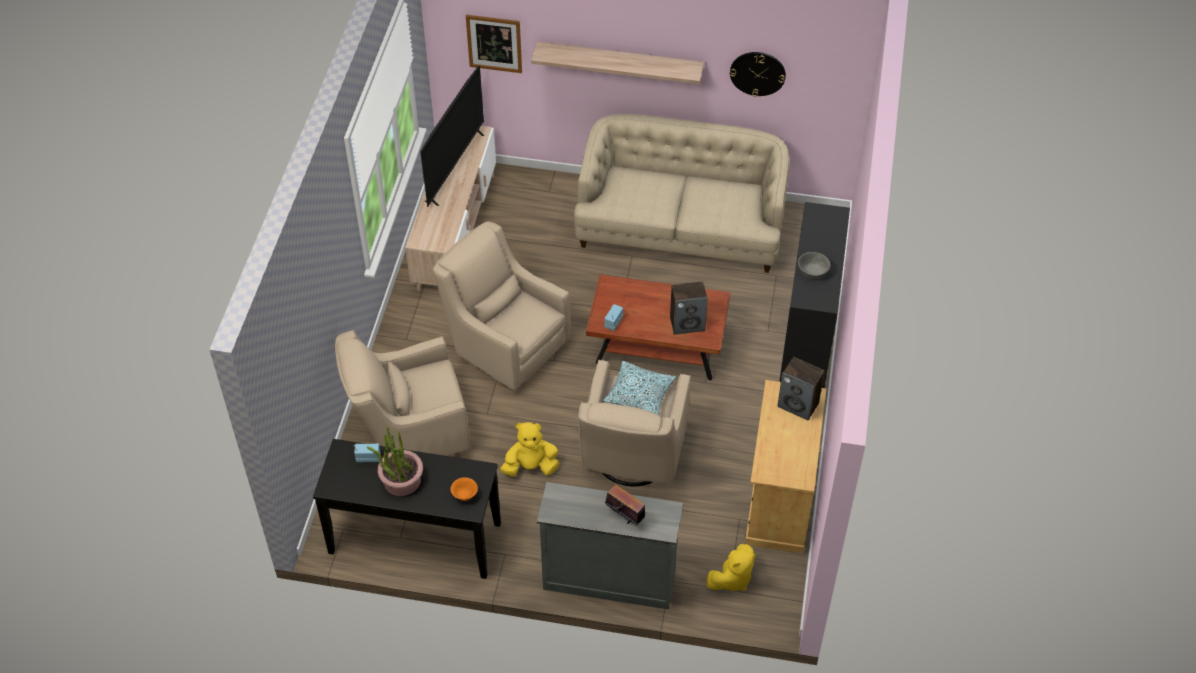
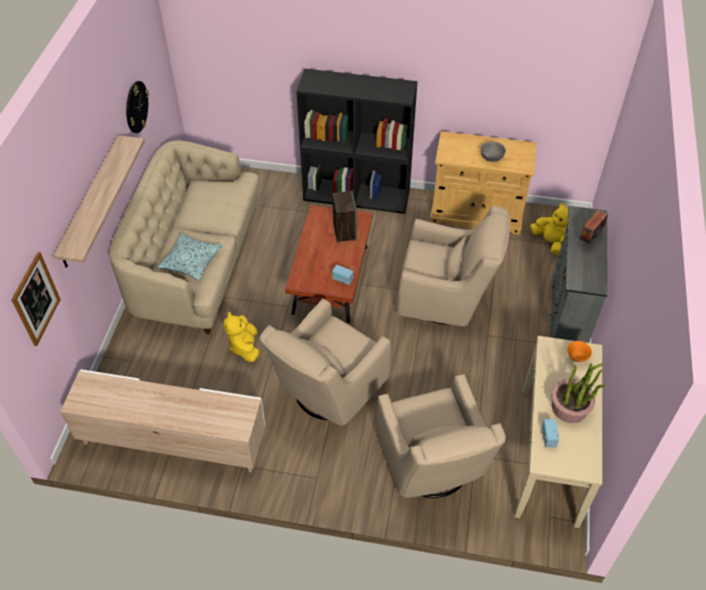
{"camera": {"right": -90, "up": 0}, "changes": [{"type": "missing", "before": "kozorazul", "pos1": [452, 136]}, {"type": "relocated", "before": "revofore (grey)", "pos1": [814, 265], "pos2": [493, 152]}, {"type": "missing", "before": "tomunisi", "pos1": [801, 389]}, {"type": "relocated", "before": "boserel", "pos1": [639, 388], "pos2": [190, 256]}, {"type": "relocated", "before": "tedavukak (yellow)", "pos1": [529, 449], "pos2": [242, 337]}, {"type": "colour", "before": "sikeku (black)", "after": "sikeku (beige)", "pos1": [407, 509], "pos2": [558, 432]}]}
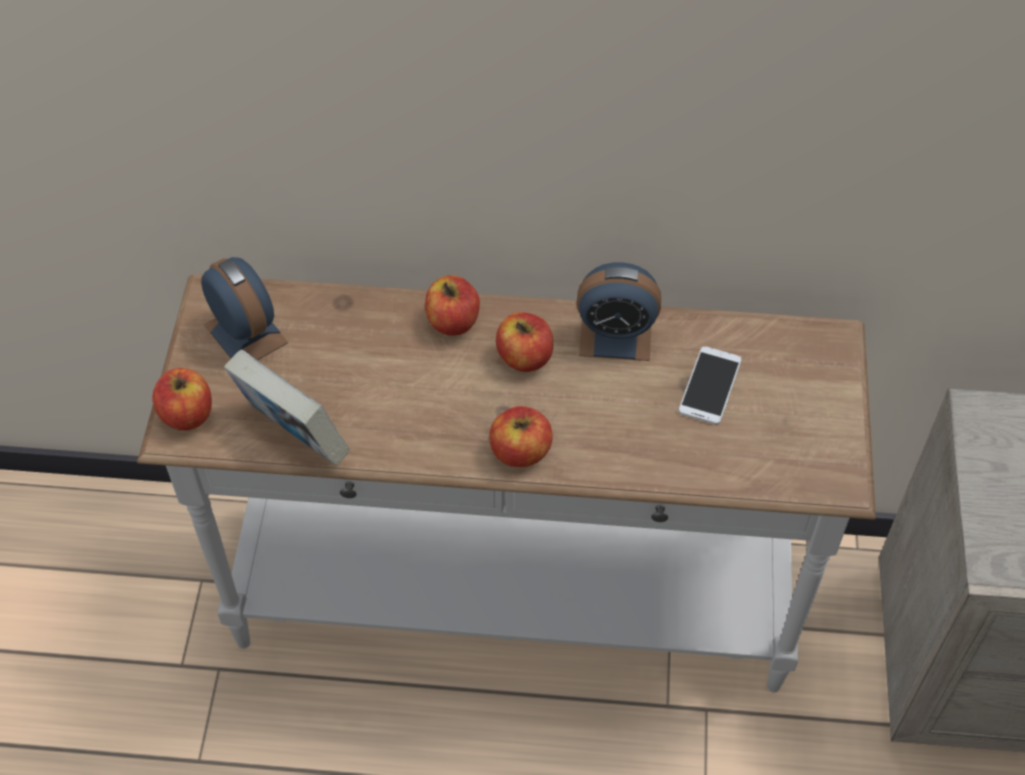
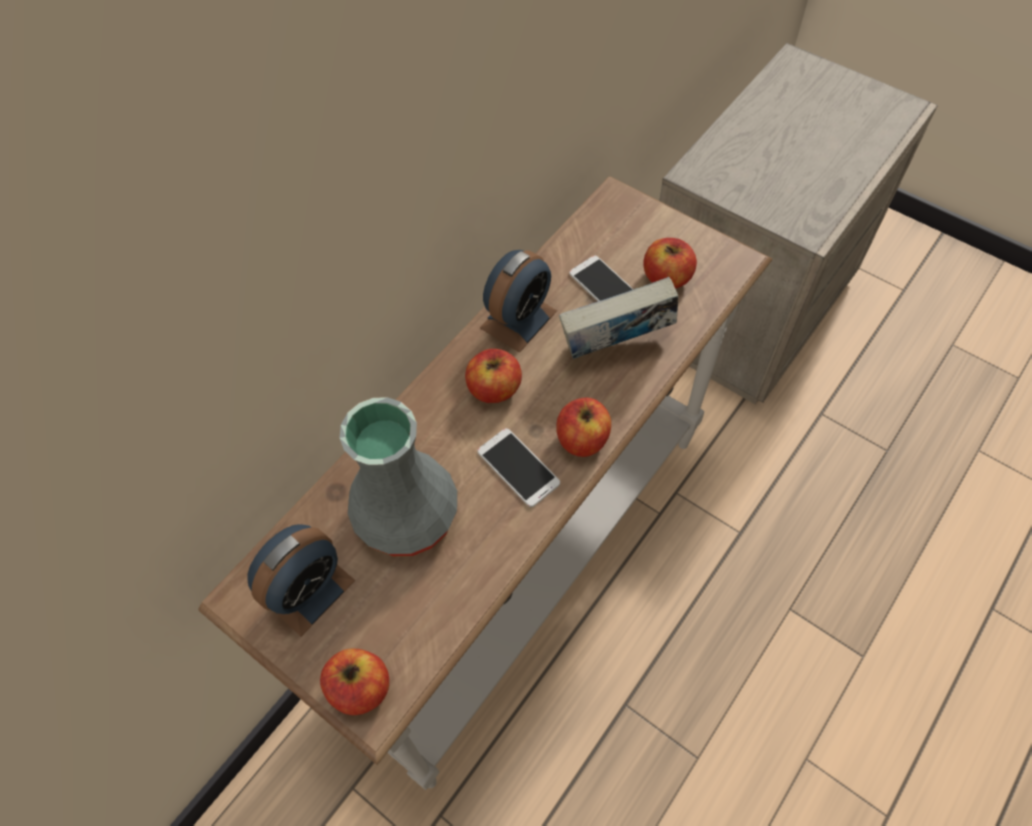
{"camera": {"right": -55, "up": 5}, "changes": [{"type": "spun", "before": "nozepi", "pos1": [244, 308], "pos2": [301, 580], "turn": 135}, {"type": "relocated", "before": "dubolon", "pos1": [452, 305], "pos2": [670, 263]}, {"type": "relocated", "before": "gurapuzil", "pos1": [287, 408], "pos2": [618, 318]}, {"type": "appeared", "after": "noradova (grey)", "pos2": [398, 476]}, {"type": "appeared", "after": "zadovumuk", "pos2": [519, 467]}]}
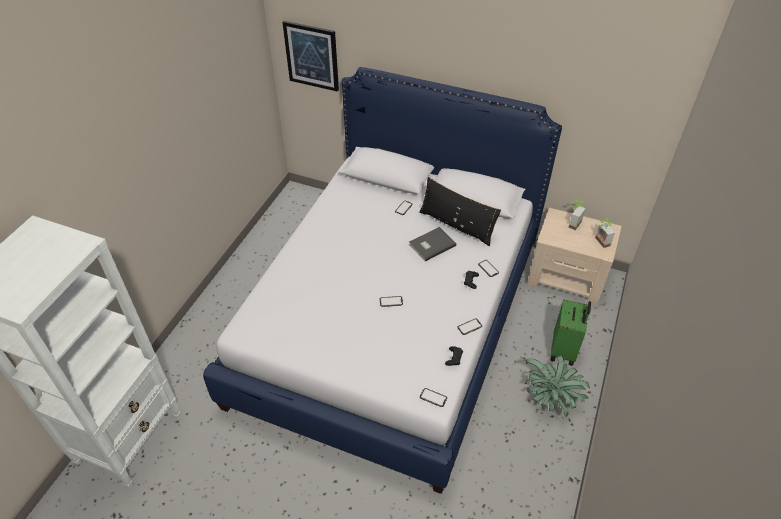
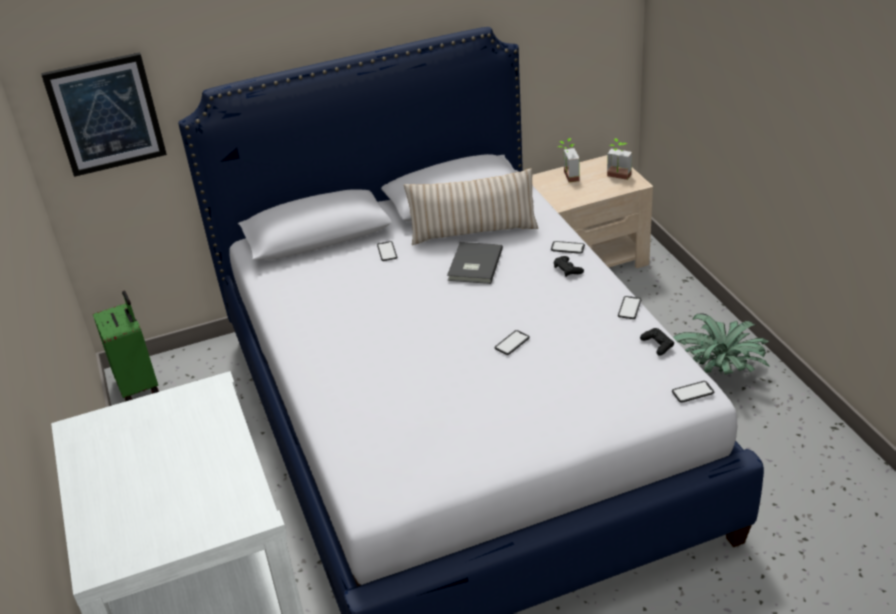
{"camera": {"right": -40, "up": -10}, "changes": [{"type": "colour", "before": "boserel (black)", "after": "boserel (beige)", "pos1": [460, 211], "pos2": [471, 206]}, {"type": "relocated", "before": "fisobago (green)", "pos1": [570, 332], "pos2": [126, 346]}]}
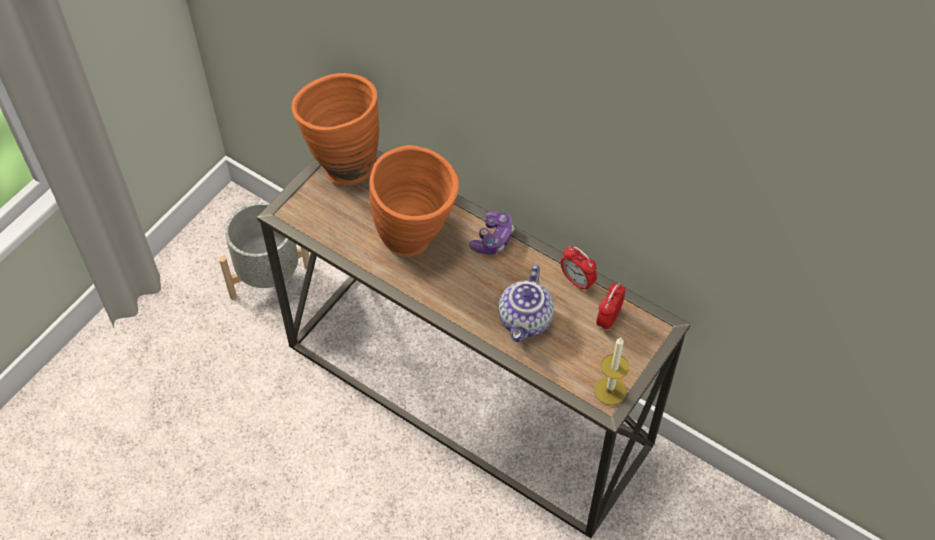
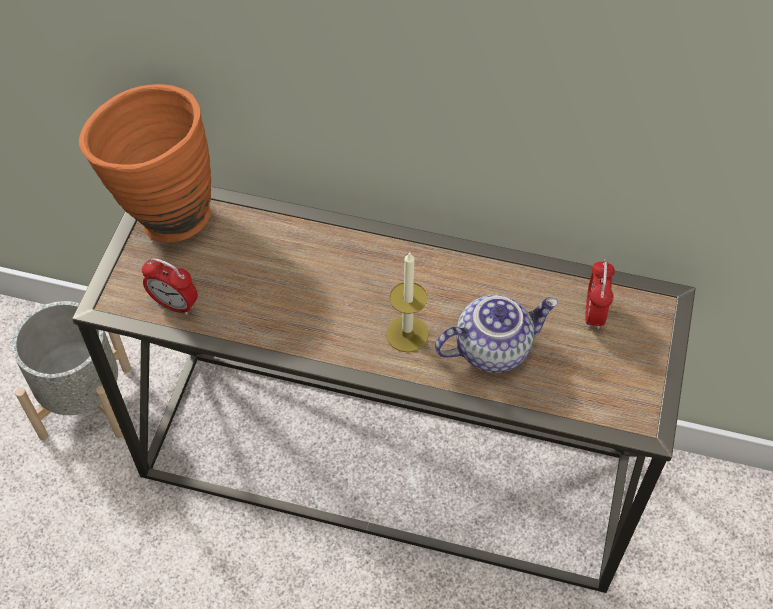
{"camera": {"right": -20, "up": 0}, "changes": [{"type": "missing", "before": "noradova (orange)", "pos1": [414, 200]}, {"type": "missing", "before": "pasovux", "pos1": [491, 233]}, {"type": "relocated", "before": "nozepi", "pos1": [579, 268], "pos2": [170, 286]}, {"type": "spun", "before": "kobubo", "pos1": [526, 303], "pos2": [496, 334], "turn": -105}, {"type": "relocated", "before": "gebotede", "pos1": [611, 371], "pos2": [407, 302]}]}
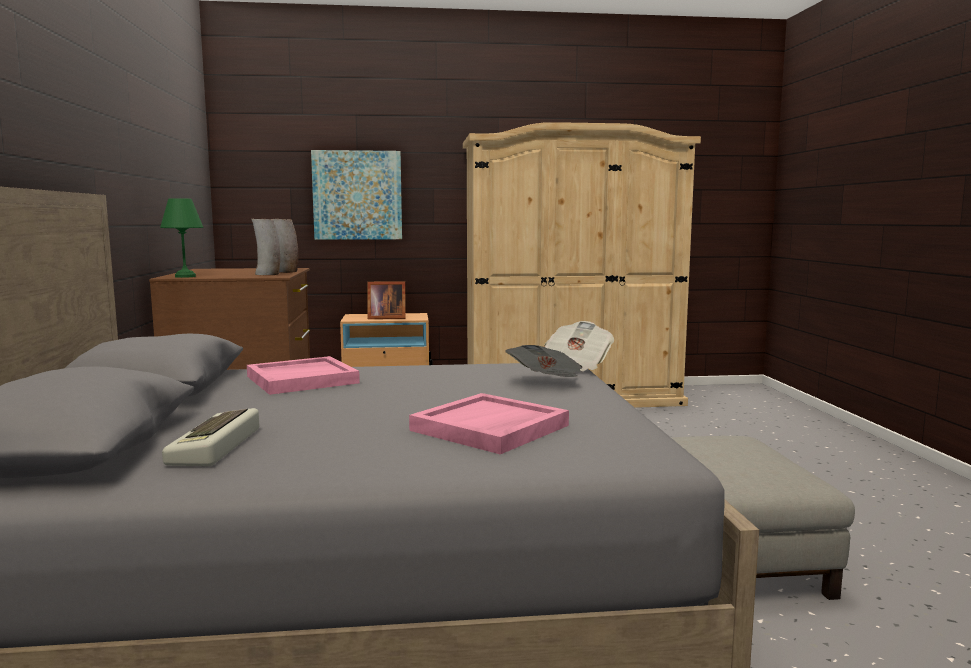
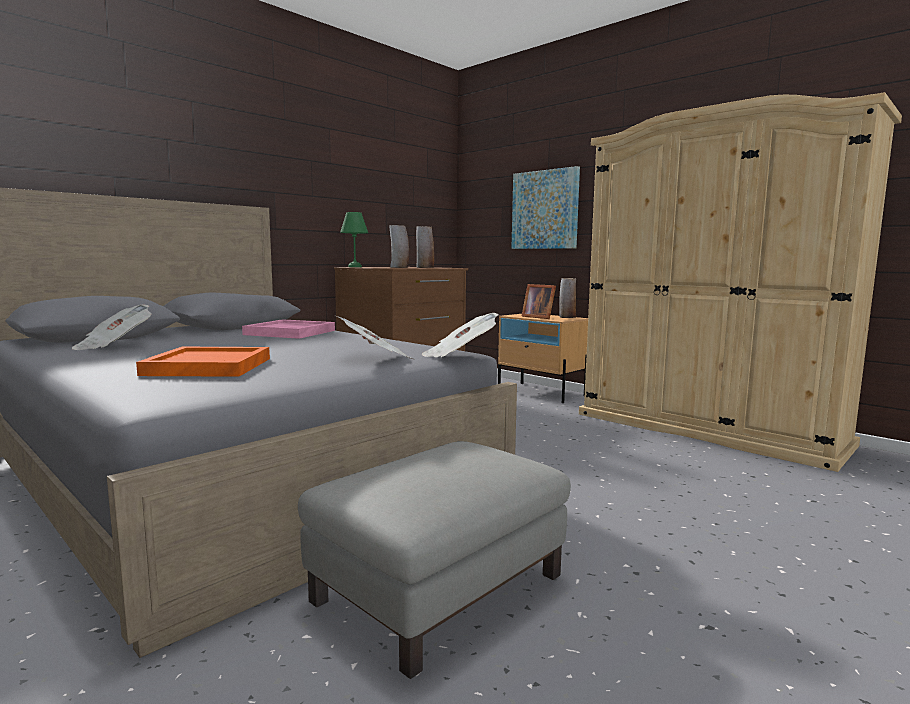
{"camera": {"right": 50, "up": 0}, "changes": [{"type": "colour", "before": "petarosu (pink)", "after": "petarosu (orange)", "pos1": [489, 423], "pos2": [203, 362]}, {"type": "exchanged", "before": "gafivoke", "after": "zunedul", "pos1": [210, 437], "pos2": [111, 327]}, {"type": "appeared", "after": "noradova", "pos2": [567, 298]}]}
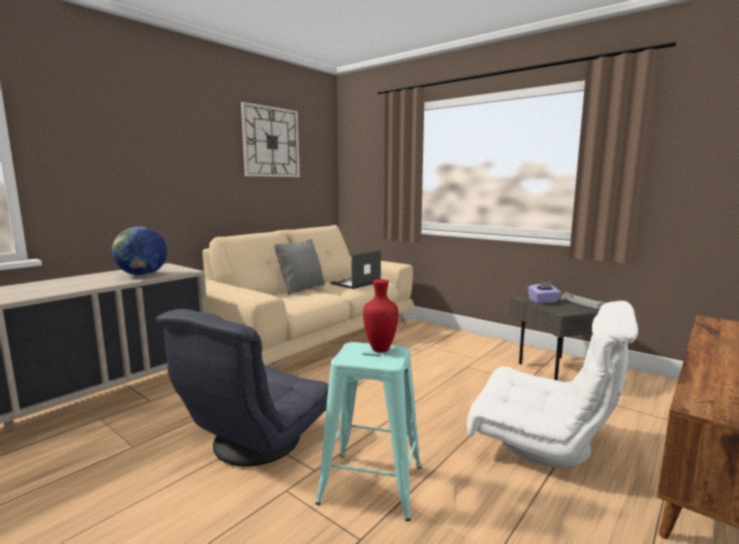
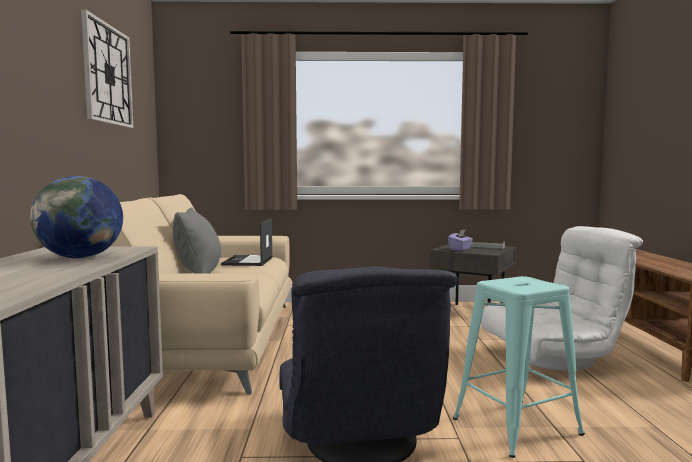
{"camera": {"right": -40, "up": -5}, "changes": [{"type": "missing", "before": "noradova (red)", "pos1": [381, 315]}]}
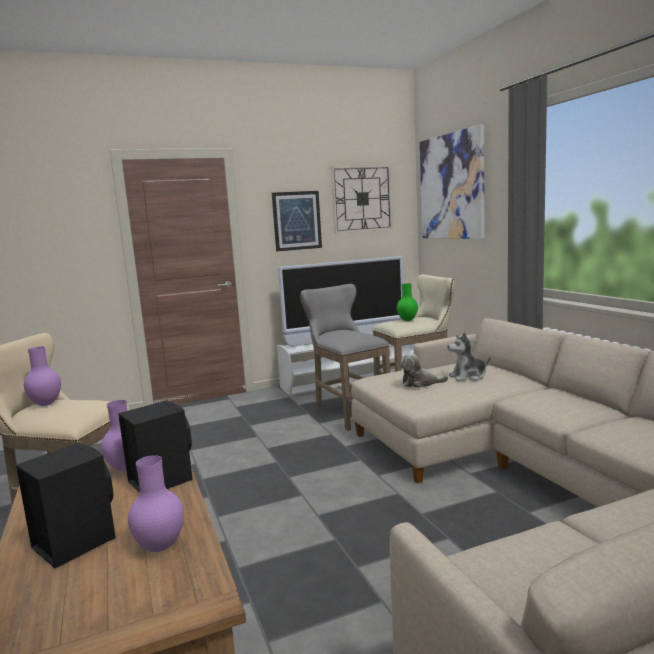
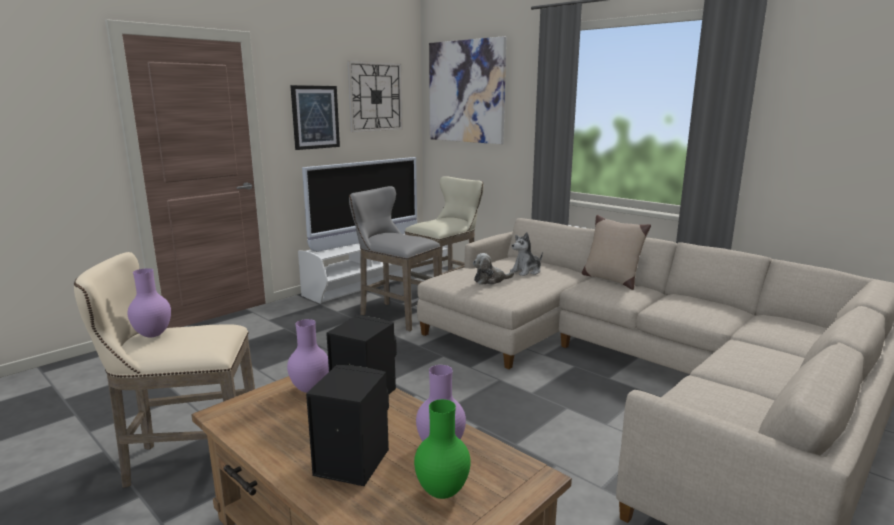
{"camera": {"right": -25, "up": 5}, "changes": [{"type": "relocated", "before": "noradova (green)", "pos1": [407, 302], "pos2": [442, 449]}, {"type": "appeared", "after": "boserel (beige)", "pos2": [616, 252]}]}
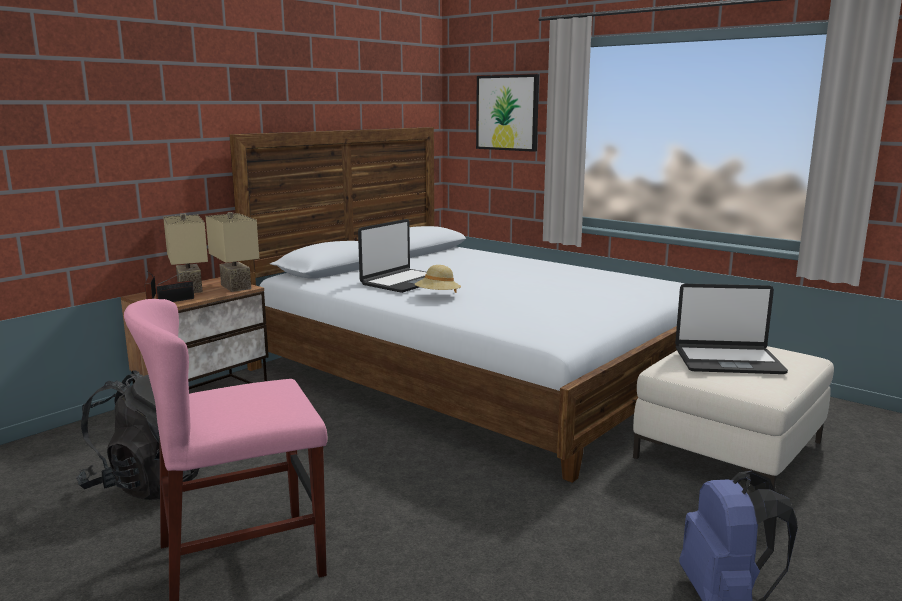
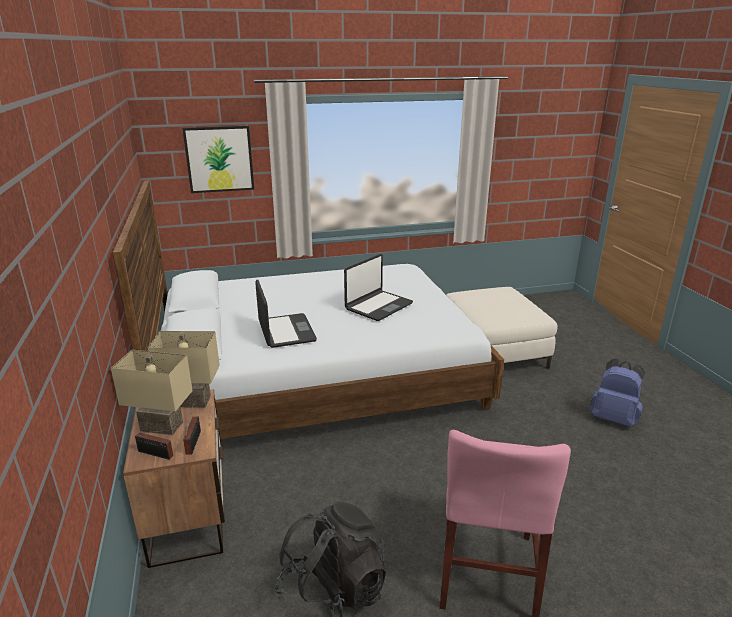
{"camera": {"right": -55, "up": 10}, "changes": [{"type": "missing", "before": "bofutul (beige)", "pos1": [438, 279]}, {"type": "relocated", "before": "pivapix", "pos1": [731, 329], "pos2": [378, 287]}]}
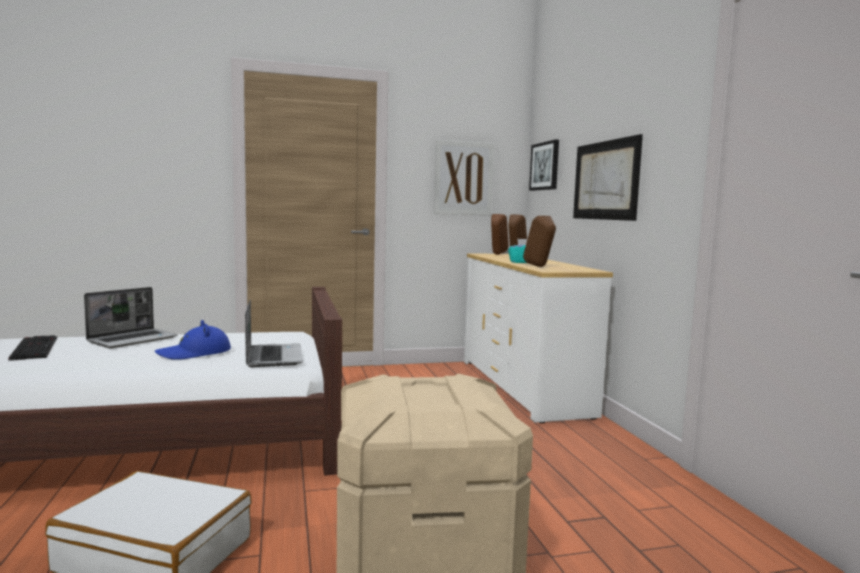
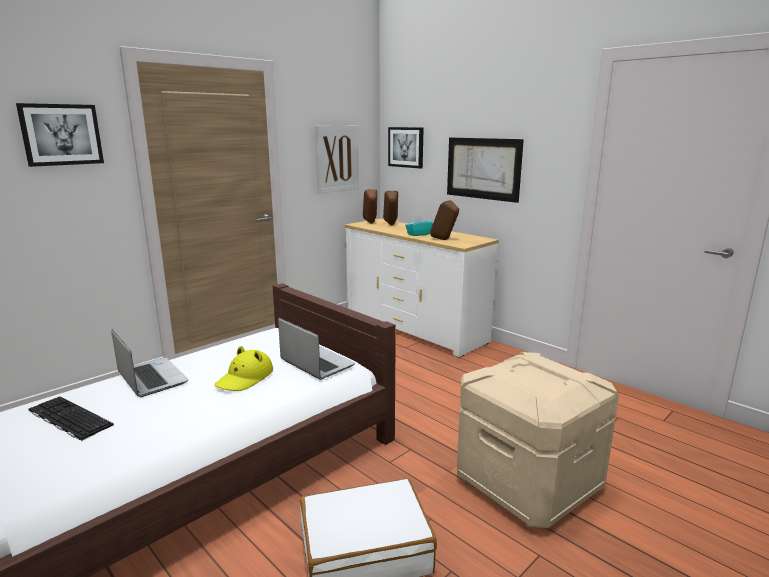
{"camera": {"right": -30, "up": 10}, "changes": [{"type": "spun", "before": "pivapix", "pos1": [130, 317], "pos2": [149, 363], "turn": -45}, {"type": "colour", "before": "bofutul (blue)", "after": "bofutul (yellow)", "pos1": [193, 340], "pos2": [244, 368]}, {"type": "appeared", "after": "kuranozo", "pos2": [60, 135]}]}
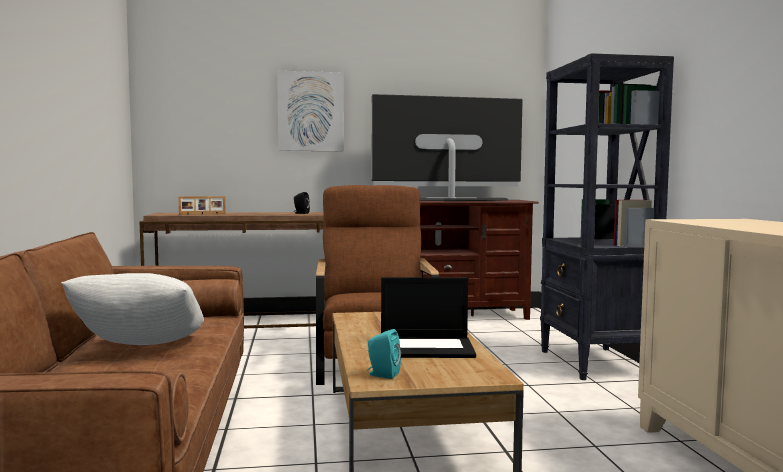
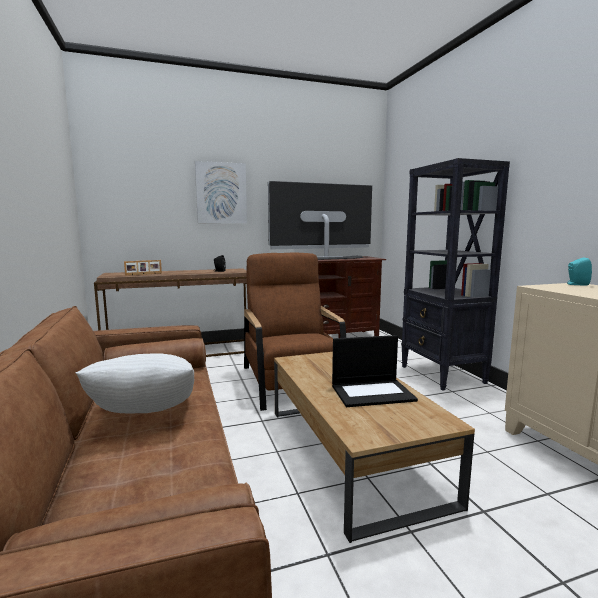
{"camera": {"right": -10, "up": 5}, "changes": [{"type": "relocated", "before": "tomunisi (turquoise)", "pos1": [384, 354], "pos2": [579, 272]}]}
